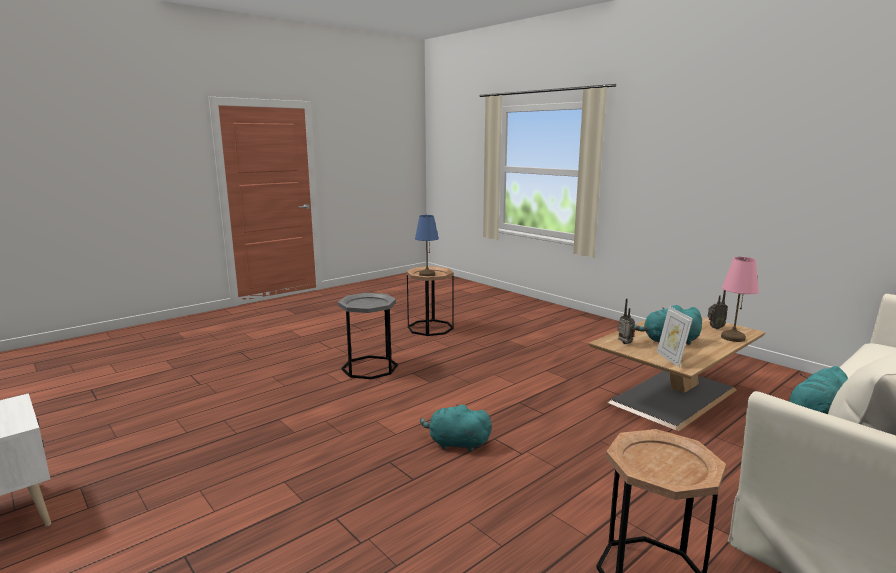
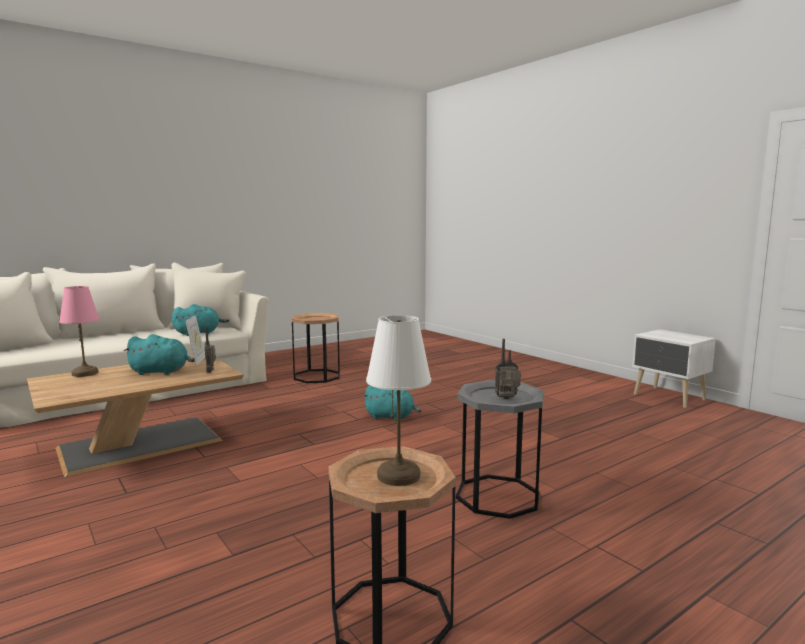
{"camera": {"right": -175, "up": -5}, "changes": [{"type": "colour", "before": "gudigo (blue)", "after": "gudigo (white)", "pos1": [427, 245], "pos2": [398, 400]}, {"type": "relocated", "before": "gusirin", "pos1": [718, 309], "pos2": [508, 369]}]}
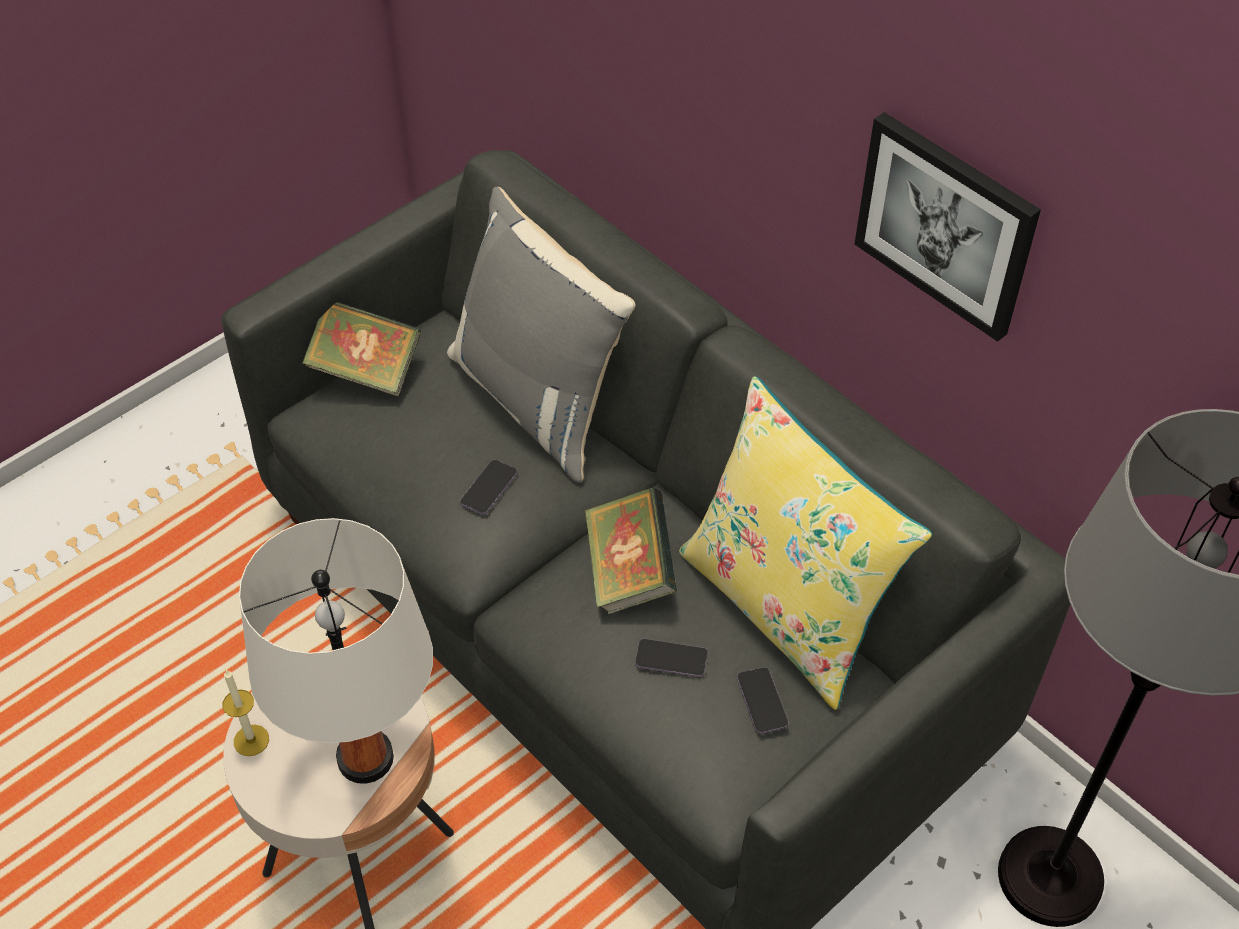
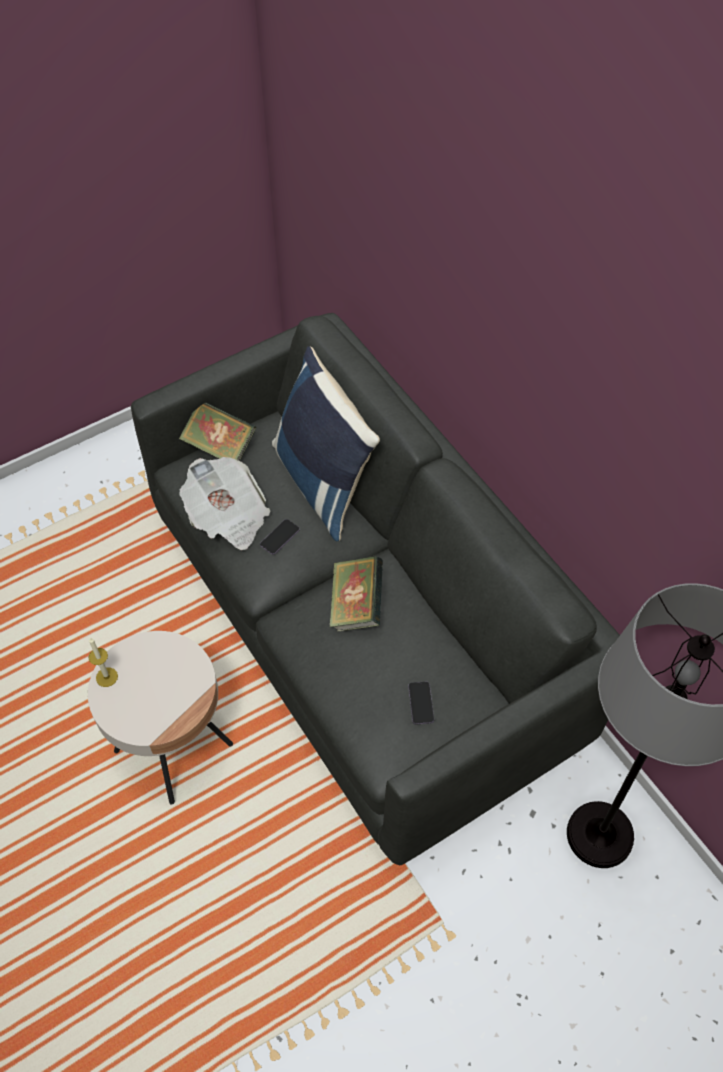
{"camera": {"right": 10, "up": 5}, "changes": [{"type": "missing", "before": "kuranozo", "pos1": [948, 227]}, {"type": "colour", "before": "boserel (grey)", "after": "boserel (blue)", "pos1": [541, 335], "pos2": [326, 443]}, {"type": "missing", "before": "boserel (yellow)", "pos1": [805, 543]}, {"type": "missing", "before": "gudigo (white)", "pos1": [336, 651]}, {"type": "missing", "before": "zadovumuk", "pos1": [671, 658]}, {"type": "appeared", "after": "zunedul", "pos2": [225, 503]}]}
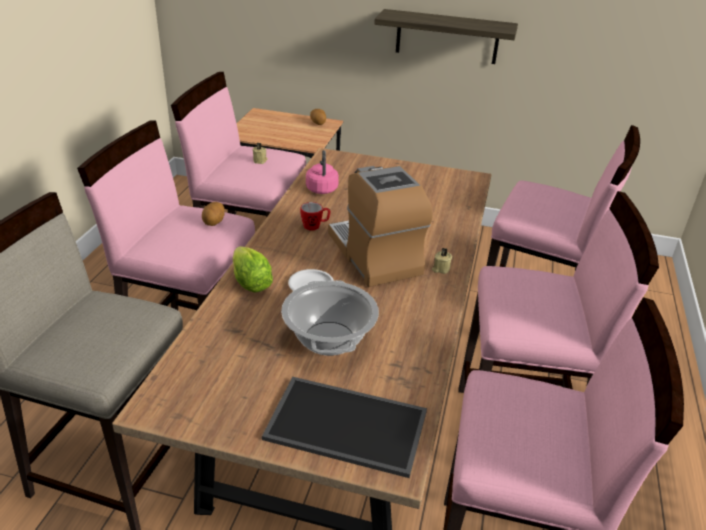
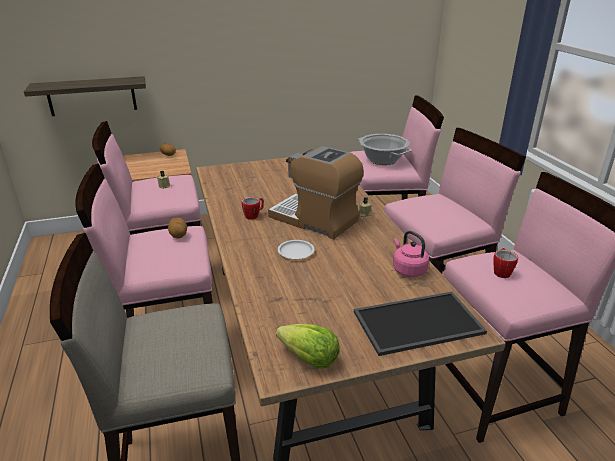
{"camera": {"right": -30, "up": -5}, "changes": [{"type": "relocated", "before": "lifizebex", "pos1": [446, 36], "pos2": [85, 96]}, {"type": "relocated", "before": "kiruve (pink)", "pos1": [322, 172], "pos2": [411, 254]}, {"type": "relocated", "before": "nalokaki", "pos1": [253, 269], "pos2": [308, 346]}, {"type": "relocated", "before": "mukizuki", "pos1": [330, 318], "pos2": [385, 149]}, {"type": "appeared", "after": "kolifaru", "pos2": [505, 263]}]}
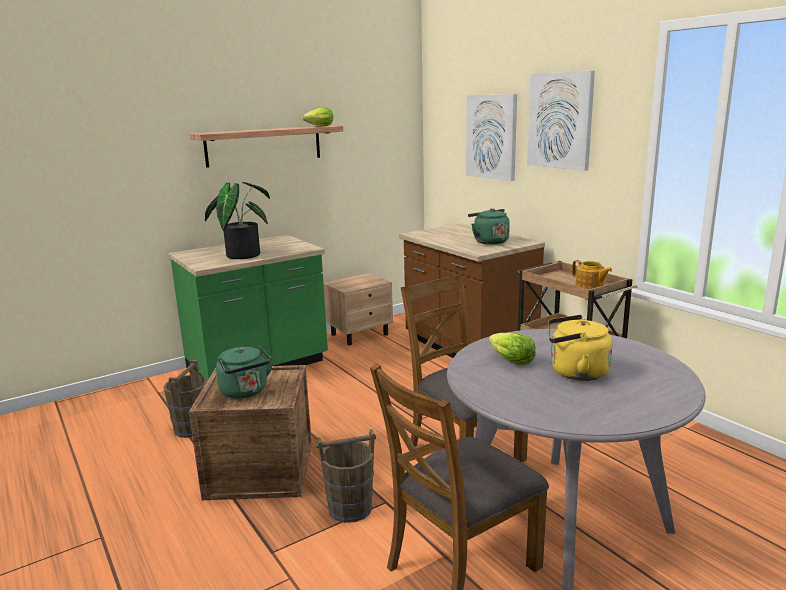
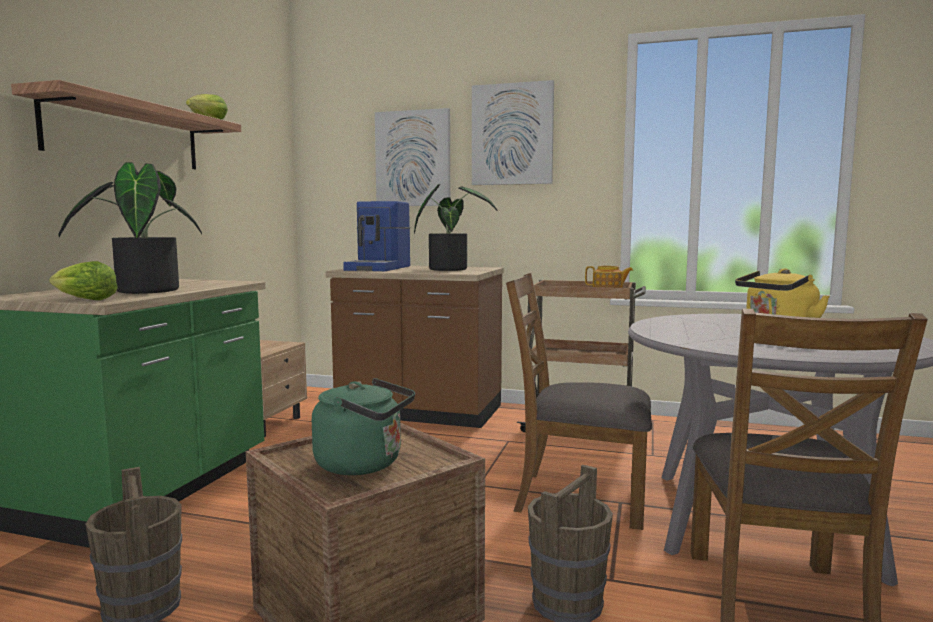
{"camera": {"right": -40, "up": -10}, "changes": [{"type": "exchanged", "before": "kiruve (green)", "after": "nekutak", "pos1": [489, 226], "pos2": [456, 227]}, {"type": "relocated", "before": "nalokaki", "pos1": [512, 349], "pos2": [83, 280]}, {"type": "appeared", "after": "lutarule", "pos2": [376, 236]}]}
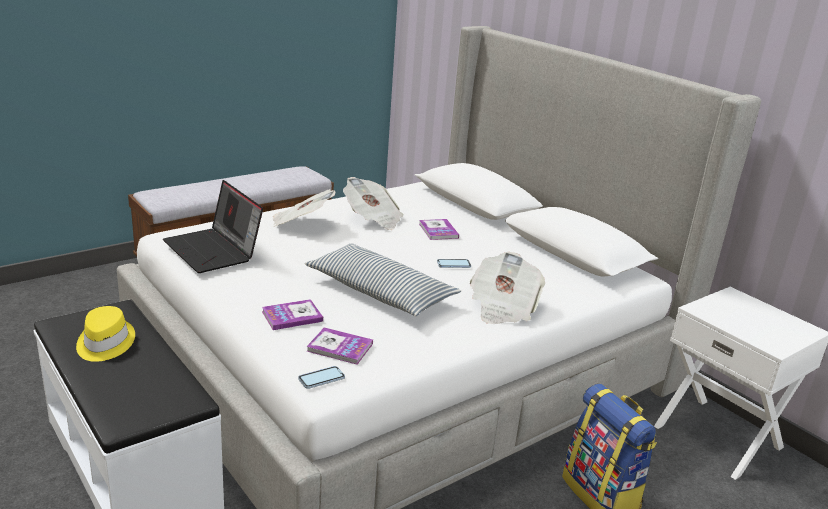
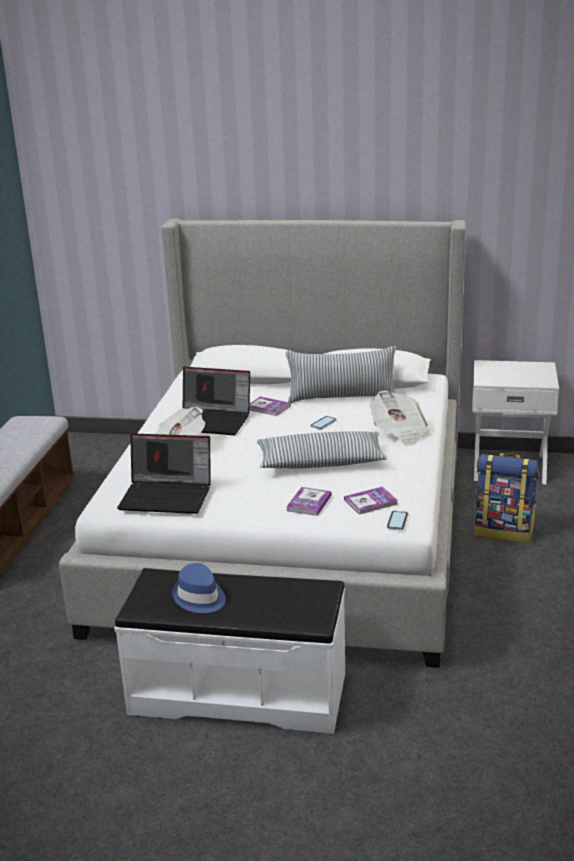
{"camera": {"right": -40, "up": 0}, "changes": [{"type": "exchanged", "before": "zunedul", "after": "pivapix", "pos1": [373, 203], "pos2": [216, 401]}, {"type": "colour", "before": "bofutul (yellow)", "after": "bofutul (blue)", "pos1": [105, 334], "pos2": [199, 588]}, {"type": "appeared", "after": "boserel", "pos2": [341, 374]}]}
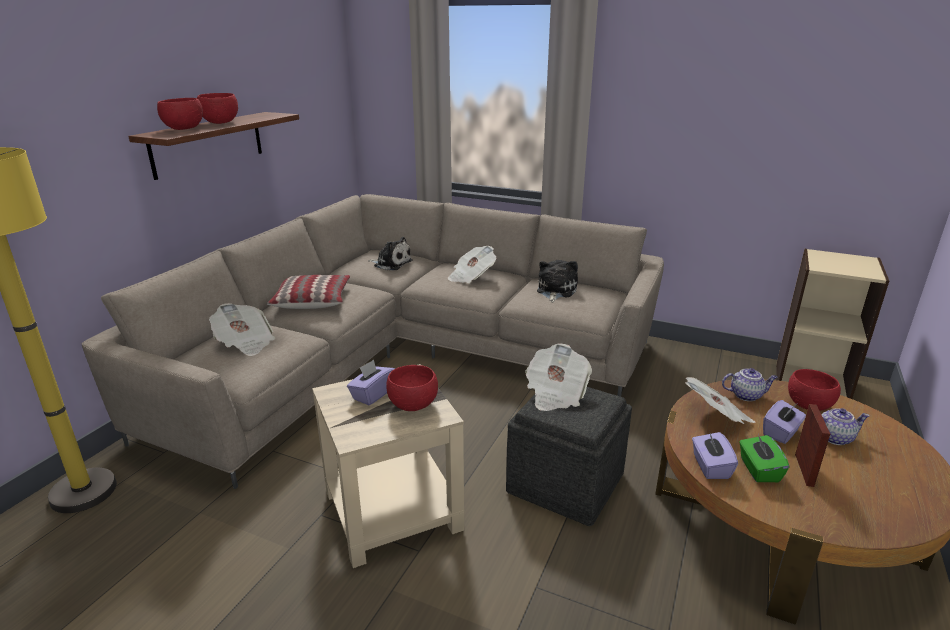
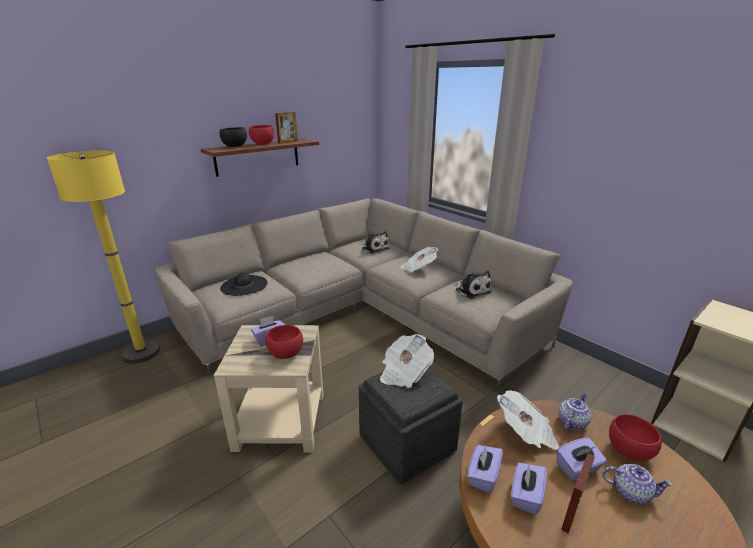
{"camera": {"right": 25, "up": 0}, "changes": [{"type": "colour", "before": "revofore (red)", "after": "revofore (black)", "pos1": [180, 114], "pos2": [233, 137]}, {"type": "spun", "before": "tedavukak", "pos1": [557, 281], "pos2": [473, 284], "turn": 105}, {"type": "missing", "before": "boserel", "pos1": [308, 292]}, {"type": "exchanged", "before": "zunedul", "after": "bofutul (black)", "pos1": [242, 329], "pos2": [244, 284]}, {"type": "spun", "before": "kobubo", "pos1": [750, 384], "pos2": [575, 412], "turn": -75}, {"type": "colour", "before": "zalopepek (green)", "after": "zalopepek (purple)", "pos1": [764, 458], "pos2": [529, 489]}, {"type": "appeared", "after": "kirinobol", "pos2": [286, 128]}]}
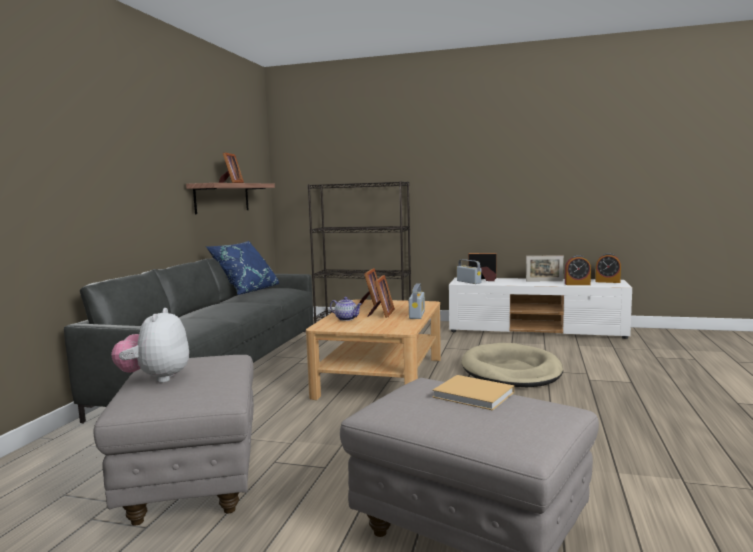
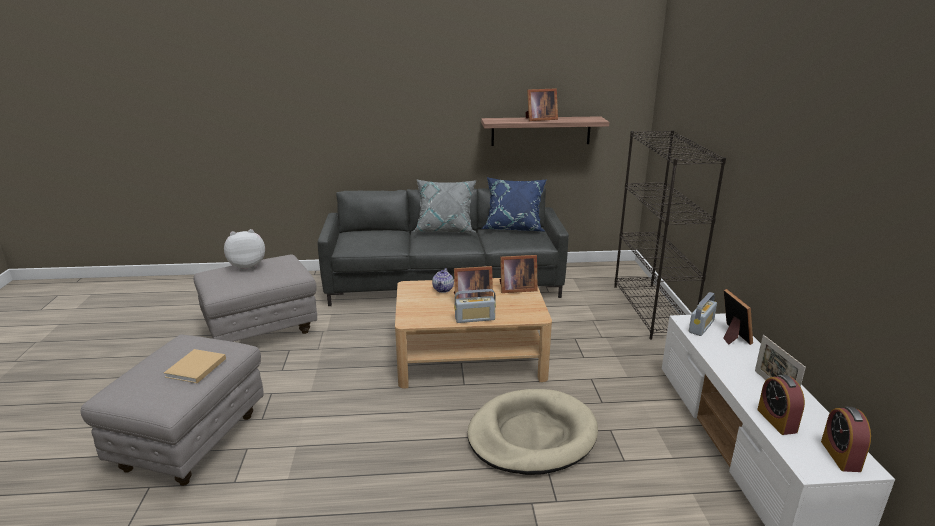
{"camera": {"right": 70, "up": 15}, "changes": [{"type": "appeared", "after": "boserel (grey)", "pos2": [444, 206]}]}
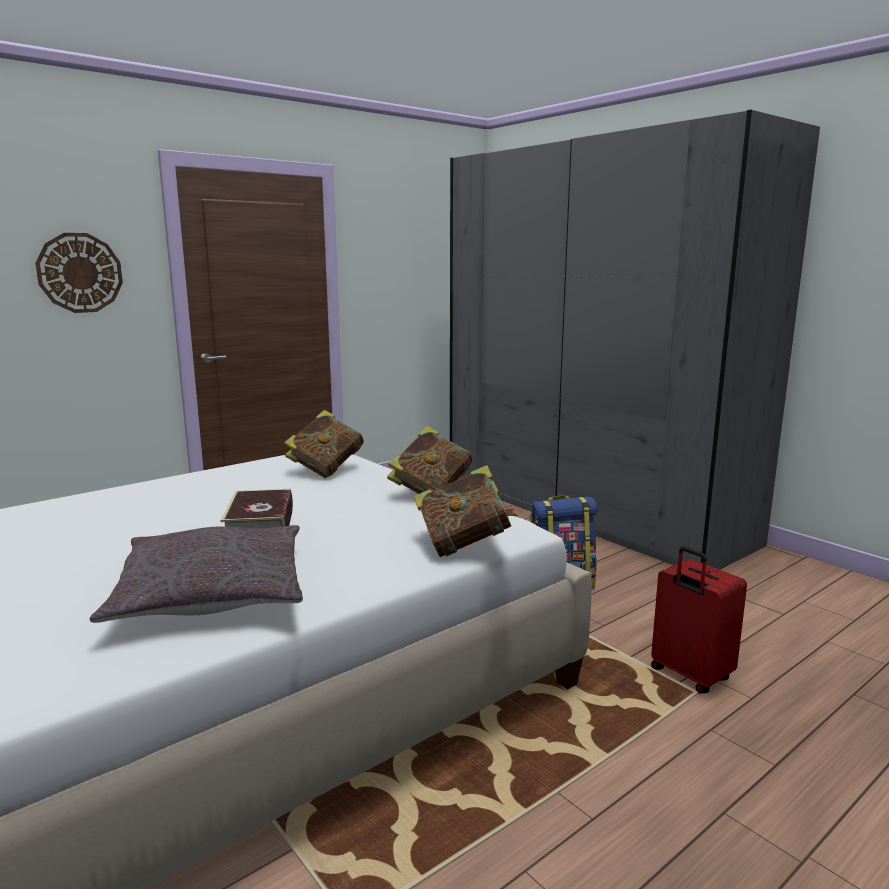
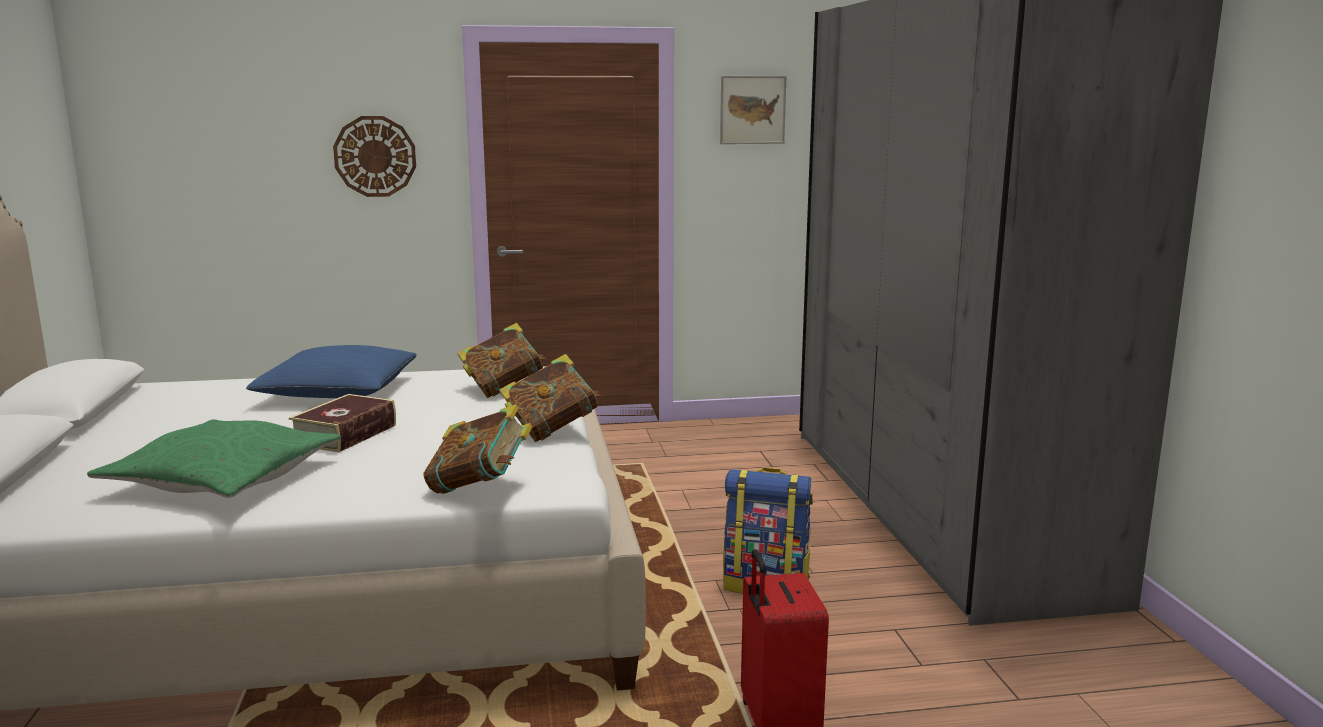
{"camera": {"right": 30, "up": 0}, "changes": [{"type": "colour", "before": "boserel (grey)", "after": "boserel (green)", "pos1": [196, 574], "pos2": [214, 458]}, {"type": "appeared", "after": "kuranozo", "pos2": [753, 110]}, {"type": "appeared", "after": "boserel (blue)", "pos2": [331, 371]}]}
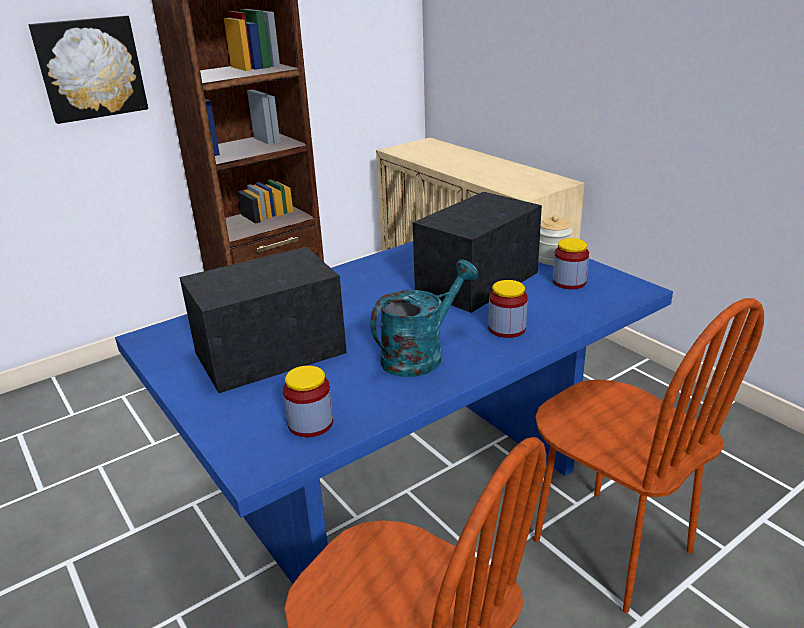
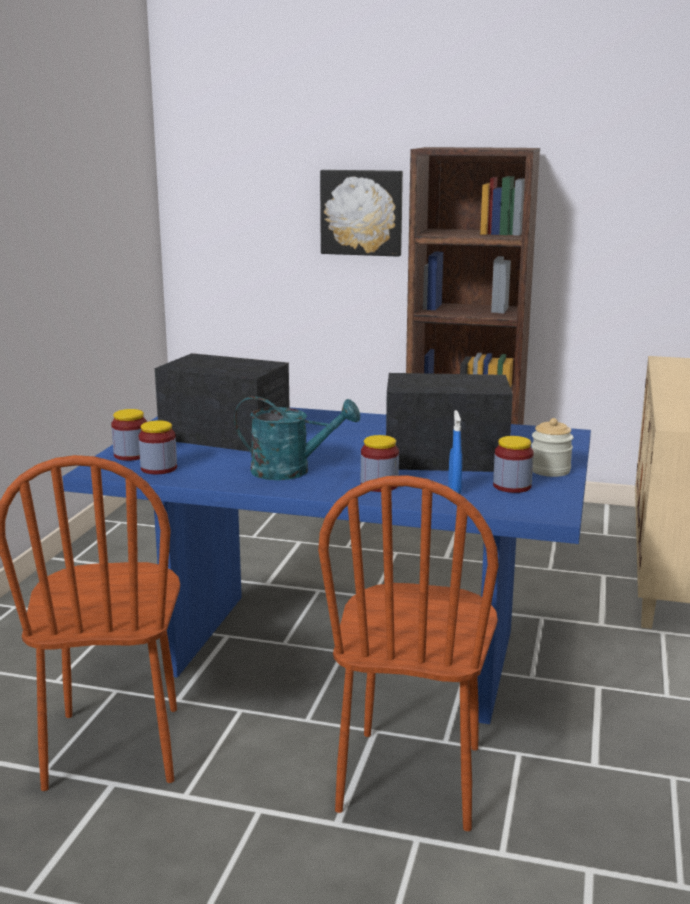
{"camera": {"right": 50, "up": -10}, "changes": [{"type": "appeared", "after": "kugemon", "pos2": [129, 435]}, {"type": "appeared", "after": "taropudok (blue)", "pos2": [455, 452]}]}
